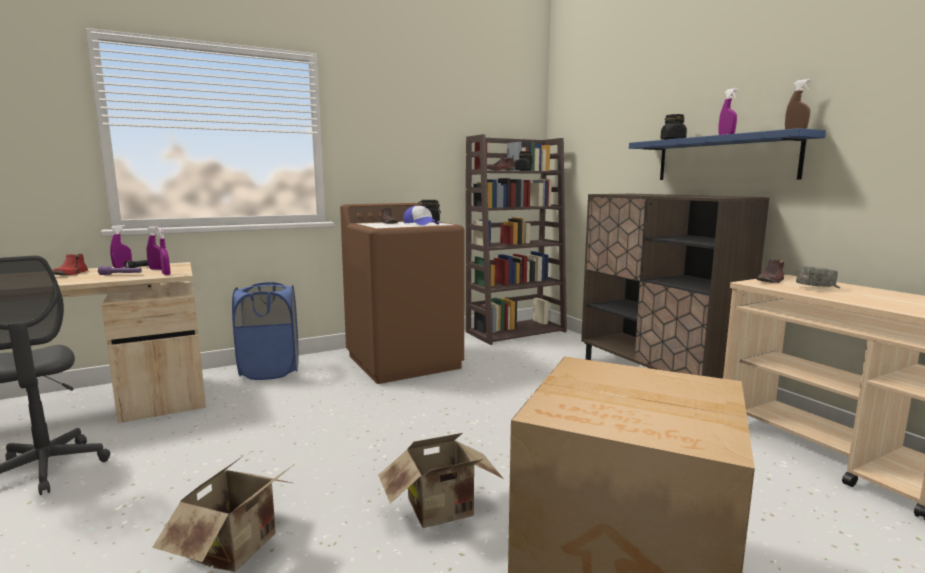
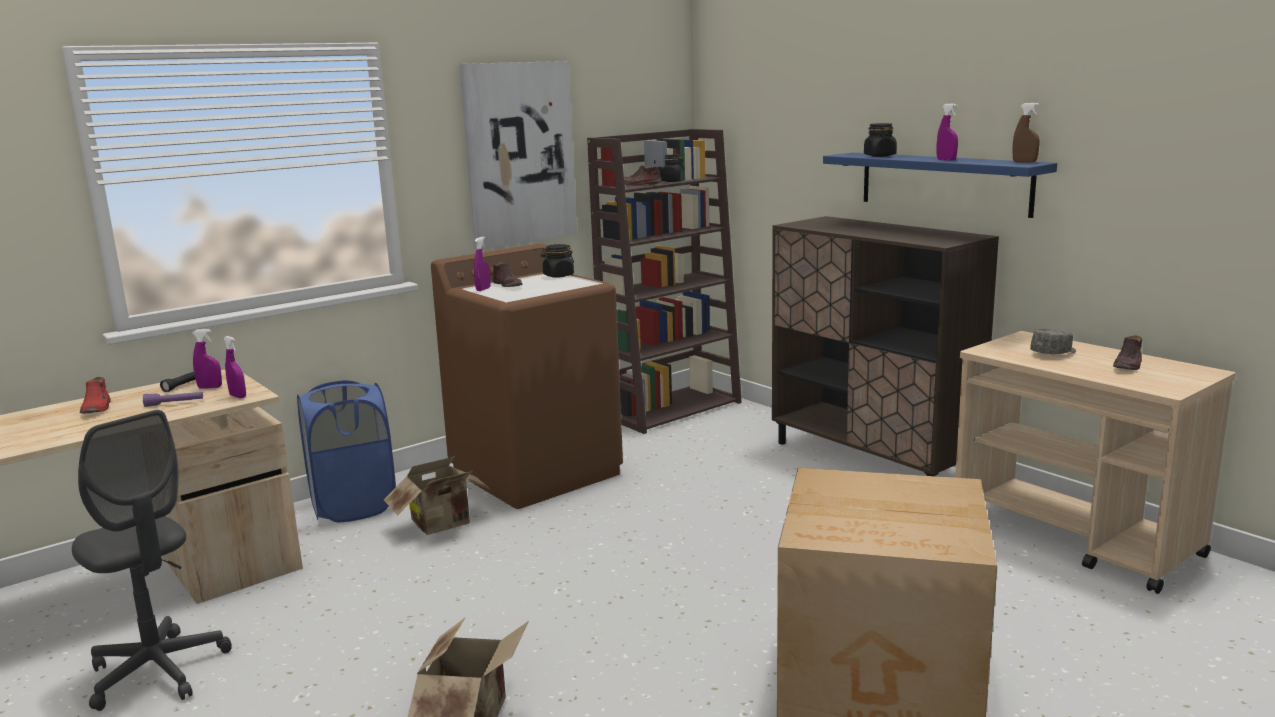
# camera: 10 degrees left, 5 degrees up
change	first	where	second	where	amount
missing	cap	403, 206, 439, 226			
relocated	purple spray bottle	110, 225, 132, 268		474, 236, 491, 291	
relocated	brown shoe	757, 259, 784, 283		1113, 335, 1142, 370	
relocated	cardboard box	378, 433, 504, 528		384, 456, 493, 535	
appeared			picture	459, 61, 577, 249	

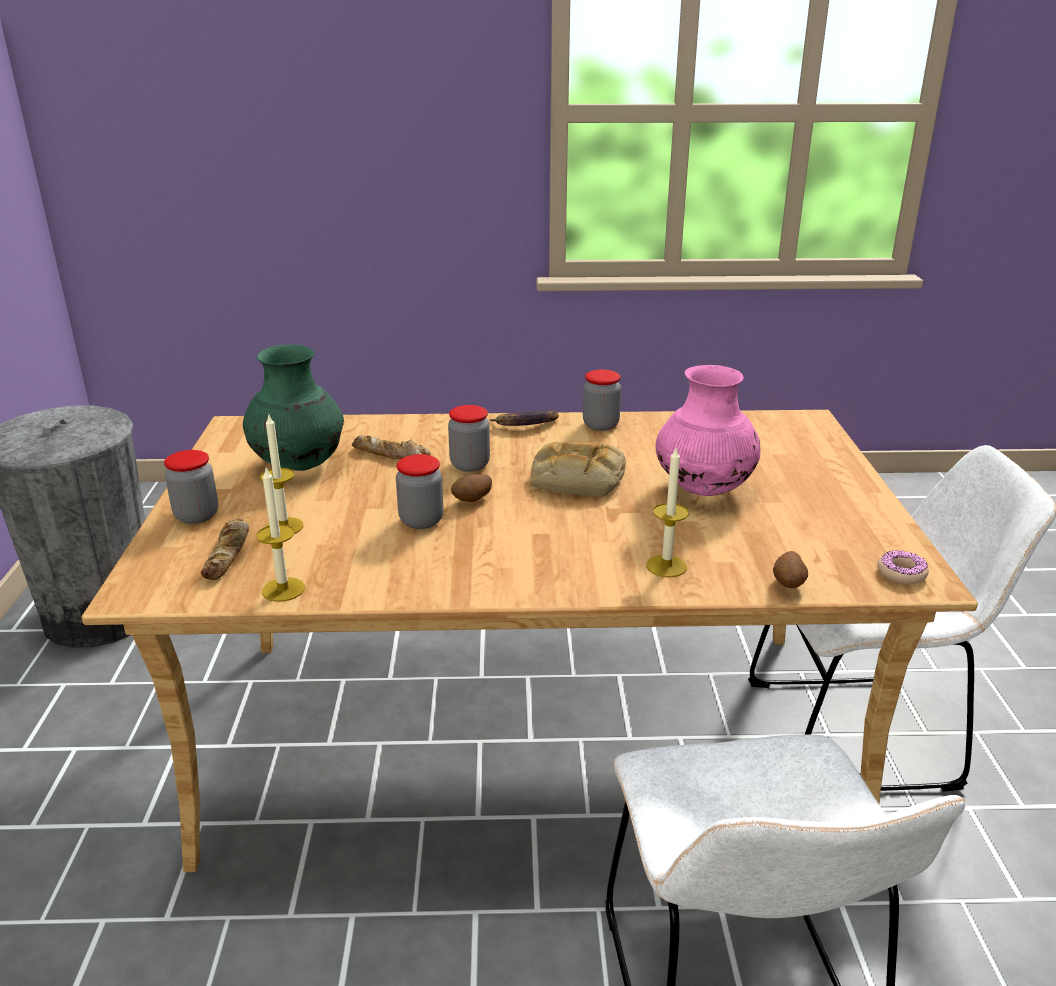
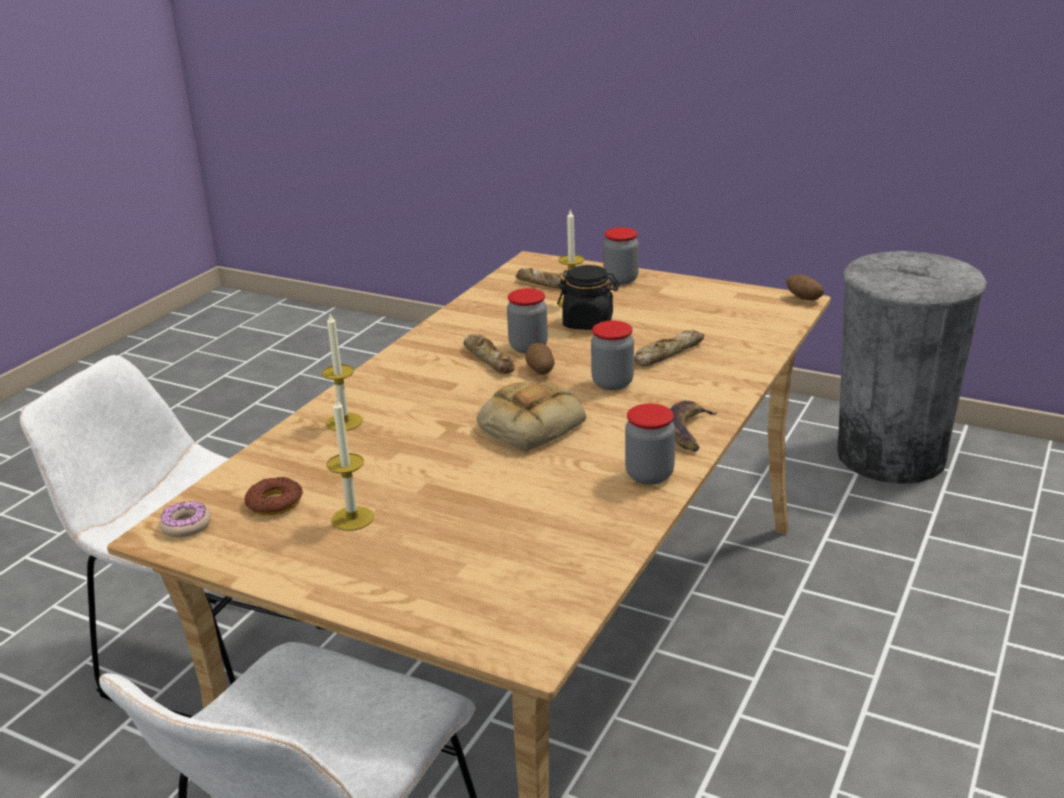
# camera: 120 degrees right, 0 degrees up
change	first	where	second	where	amount
missing	green vase	243, 344, 344, 471			
missing	pink vase	656, 365, 761, 496			
relocated	candle	256, 468, 305, 602		326, 396, 374, 531	
relocated	potato	773, 551, 808, 588		786, 275, 824, 300	
appeared			black jar	557, 265, 619, 330	
appeared			bread	464, 334, 515, 374	
appeared			donut	244, 477, 303, 515	

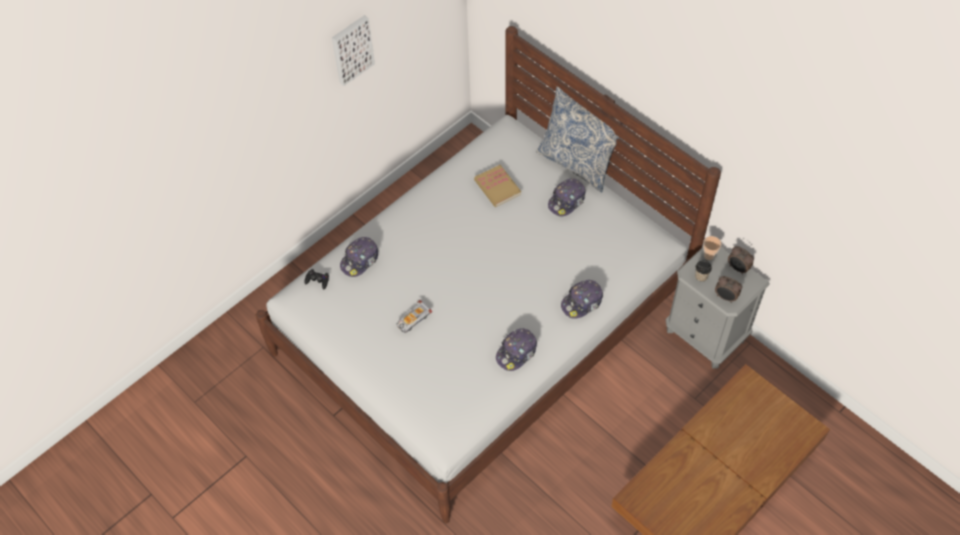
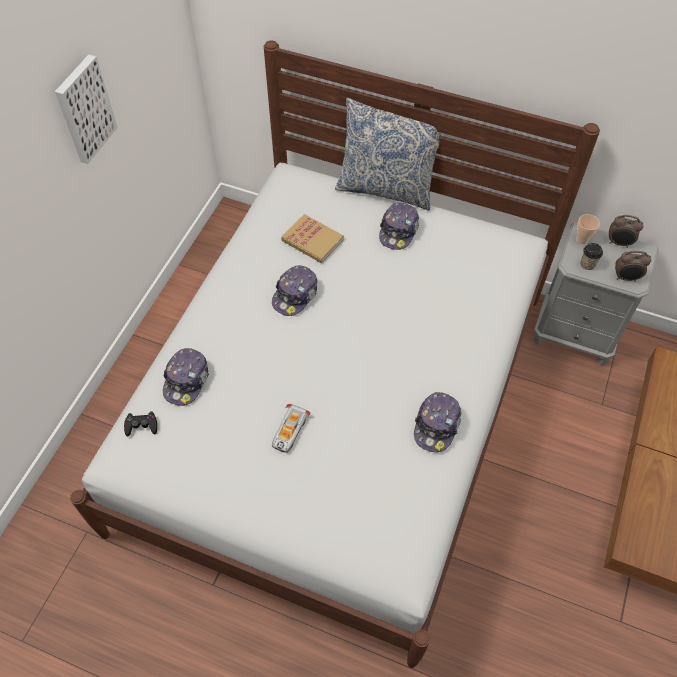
# camera: 25 degrees left, 0 degrees up
change	first	where	second	where	amount
relocated	cap	561, 280, 603, 319		272, 265, 317, 316	

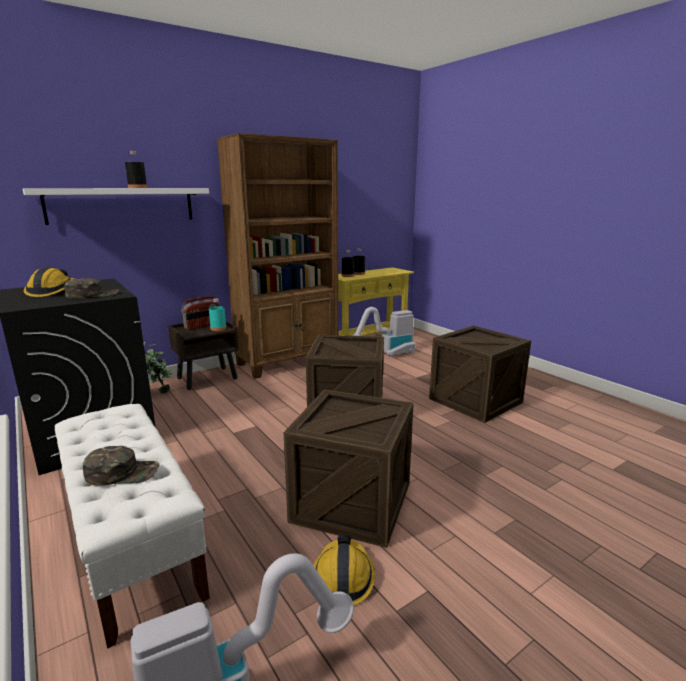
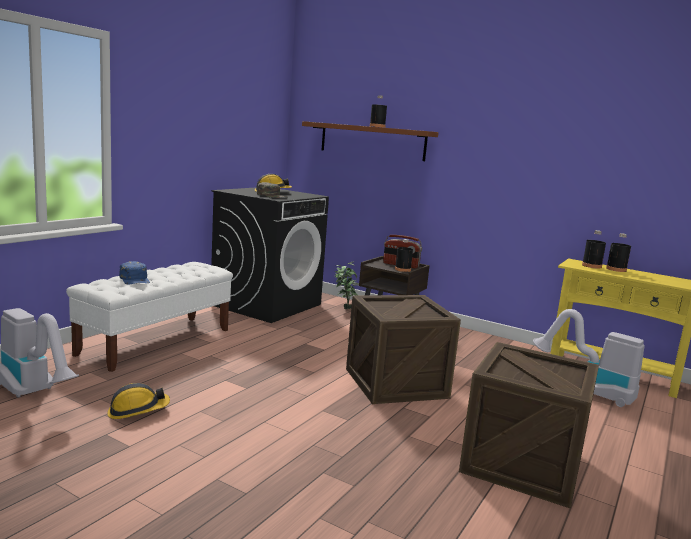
# camera: 65 degrees right, 5 degrees down
change	first	where	second	where	amount
missing	brown bookcase	217, 133, 338, 379			
colour	white shelf	23, 188, 209, 225	brown shelf	302, 121, 439, 161	
colour	turquoise bottle	209, 298, 226, 331	black bottle	395, 239, 413, 272	
missing	crate	284, 389, 414, 548			
colour	green cap	83, 446, 159, 486	blue cap	119, 261, 150, 284	

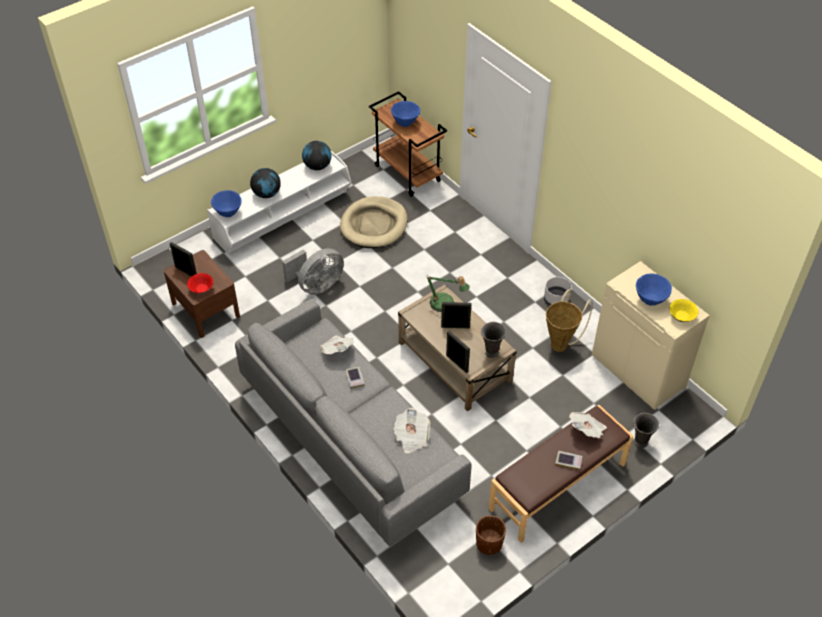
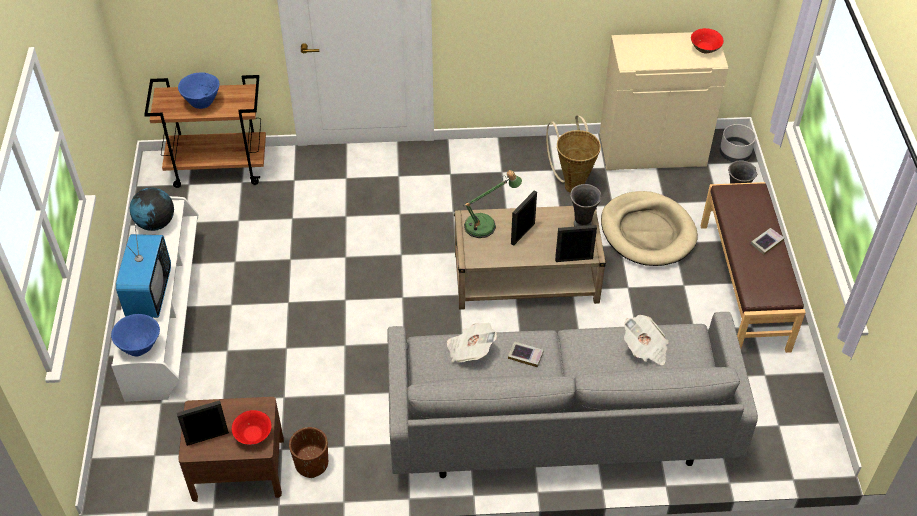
# camera: 55 degrees left, 0 degrees up
change	first	where	second	where	amount
exchanged	globe	250, 168, 281, 198	television	116, 226, 171, 318	
relocated	beige dog bed	340, 196, 407, 248		601, 191, 698, 266	
missing	grey fan	282, 248, 344, 295			
missing	blue bowl	636, 273, 672, 306			
relocated	grey planter	544, 277, 572, 306		720, 124, 756, 162	
colour	yellow bowl	669, 299, 699, 322	red bowl	691, 28, 724, 53	
missing	newspaper	569, 412, 607, 438			
relocated	brown planter	476, 515, 506, 555		289, 427, 328, 478	

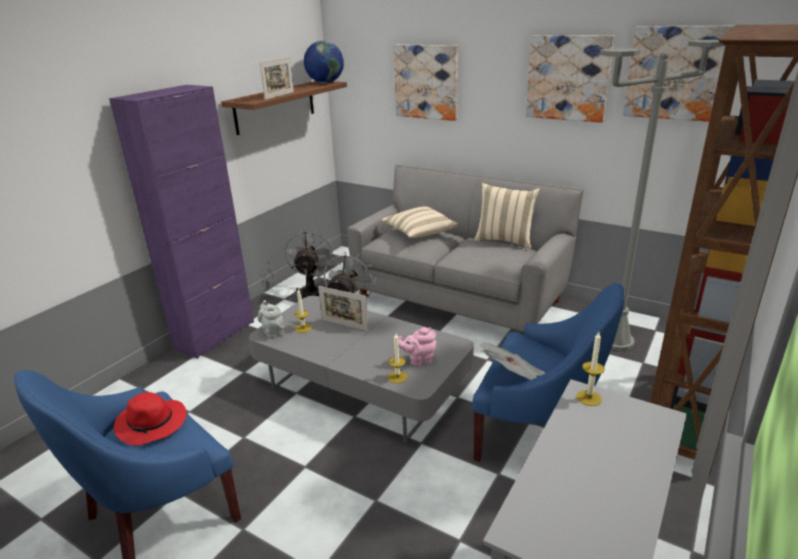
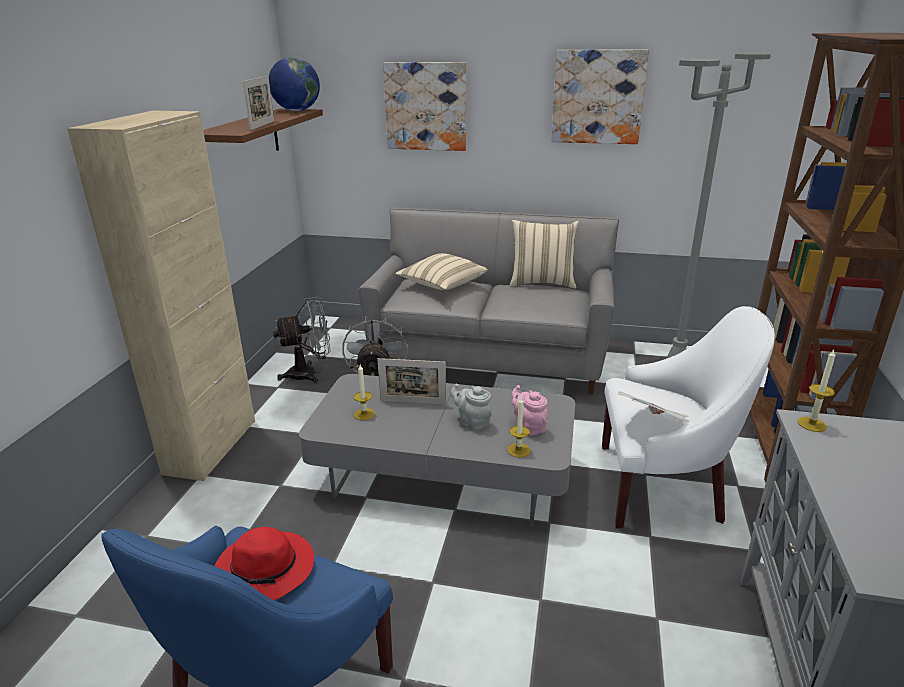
# camera: 20 degrees left, 0 degrees up
change	first	where	second	where	amount
missing	picture	623, 26, 734, 122			
colour	purple cabinet	109, 85, 254, 359	beige cabinet	67, 111, 255, 481	
spun	grey fan	285, 230, 333, 298		273, 297, 331, 383	90 degrees clockwise
colour	blue armchair	472, 283, 624, 462	white armchair	602, 306, 775, 528	
relocated	grey teapot	258, 300, 284, 338		451, 383, 492, 431	
spun	pink teapot	398, 327, 436, 366		512, 385, 548, 436	90 degrees clockwise

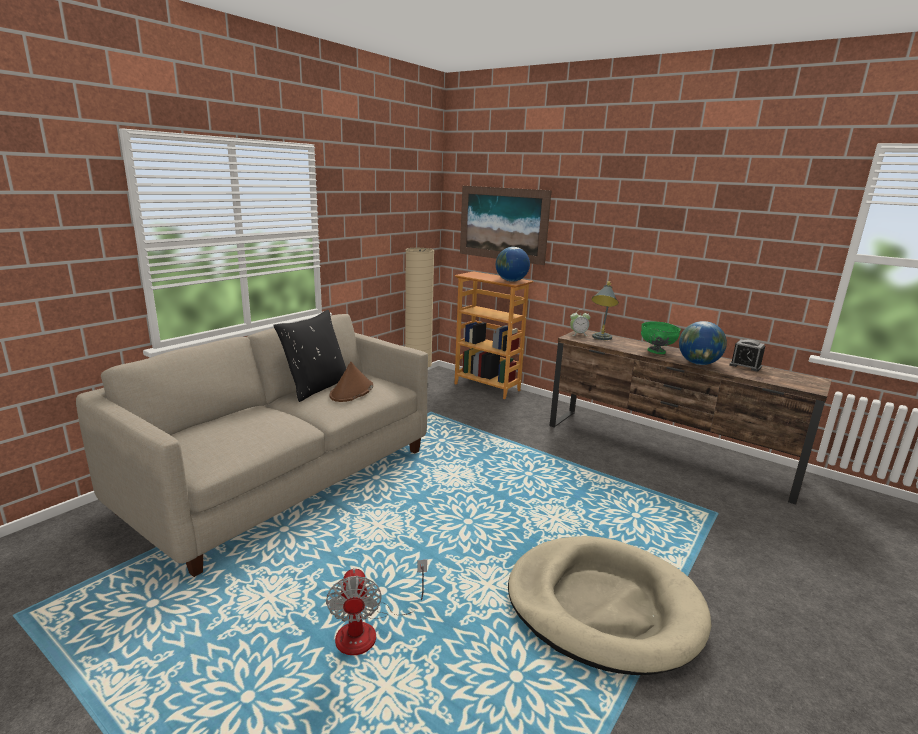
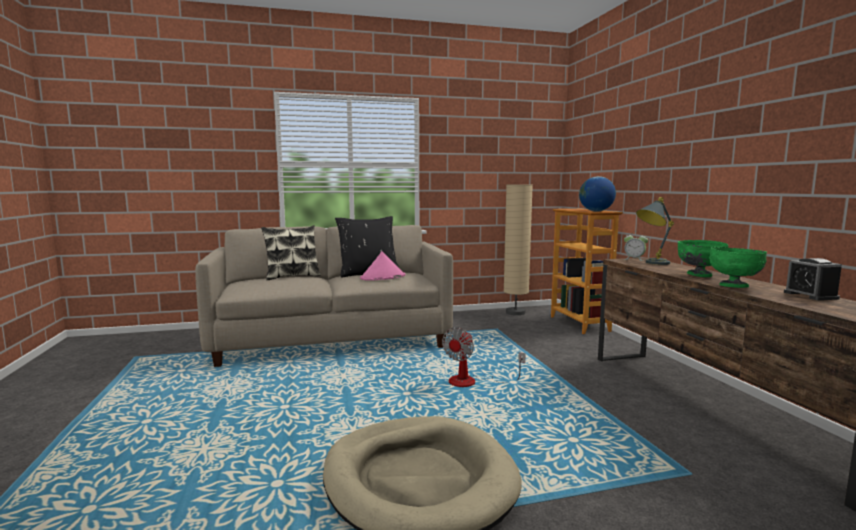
# camera: 40 degrees right, 10 degrees down
change	first	where	second	where	amount
missing	picture	460, 186, 552, 265			
exchanged	globe	679, 321, 727, 365	green bowl	709, 247, 767, 288	
colour	brown hat	329, 362, 373, 402	pink hat	360, 251, 405, 281	
relocated	fan	326, 560, 427, 655		442, 327, 525, 387	
appeared			pillow	261, 225, 321, 280	

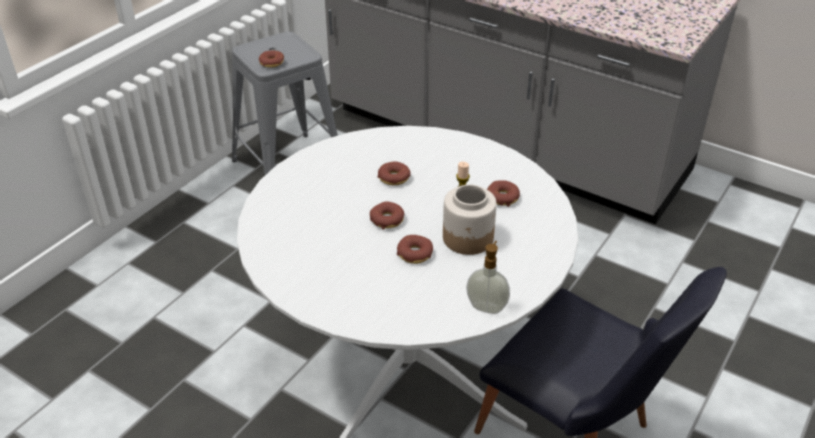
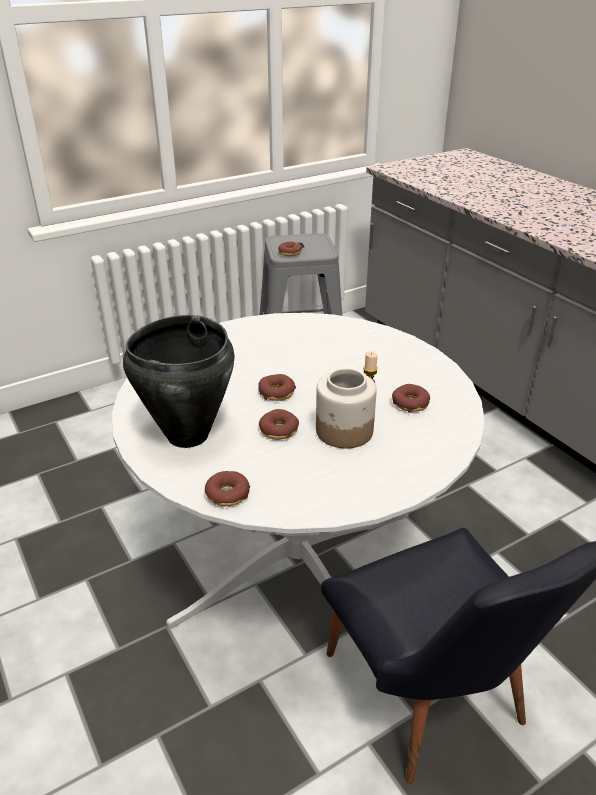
# camera: 25 degrees right, 5 degrees down
change	first	where	second	where	amount
relocated	donut	378, 161, 411, 185		205, 471, 250, 506	
missing	soap dispenser	466, 241, 510, 314			
appeared			black cooking pot	123, 315, 234, 448	

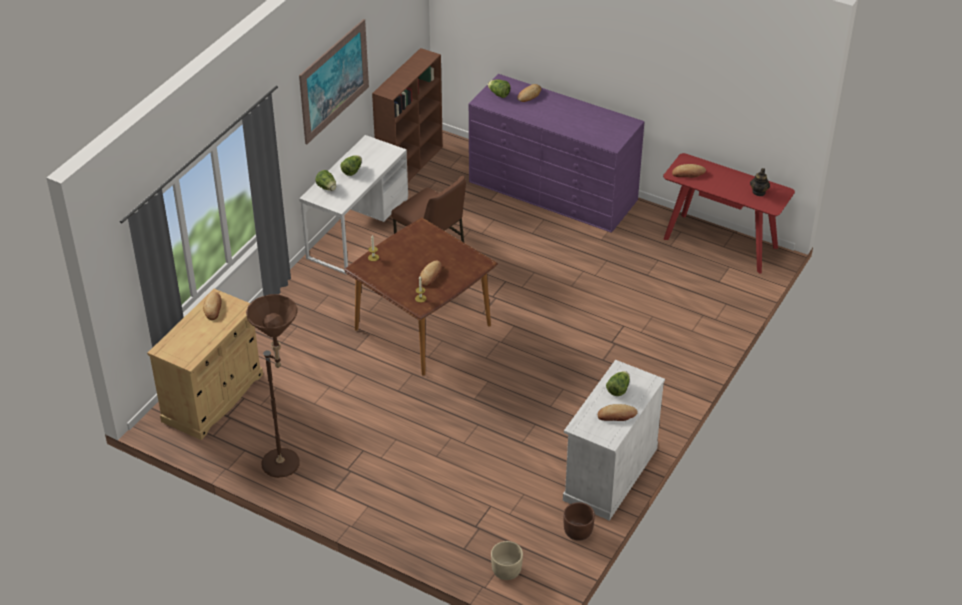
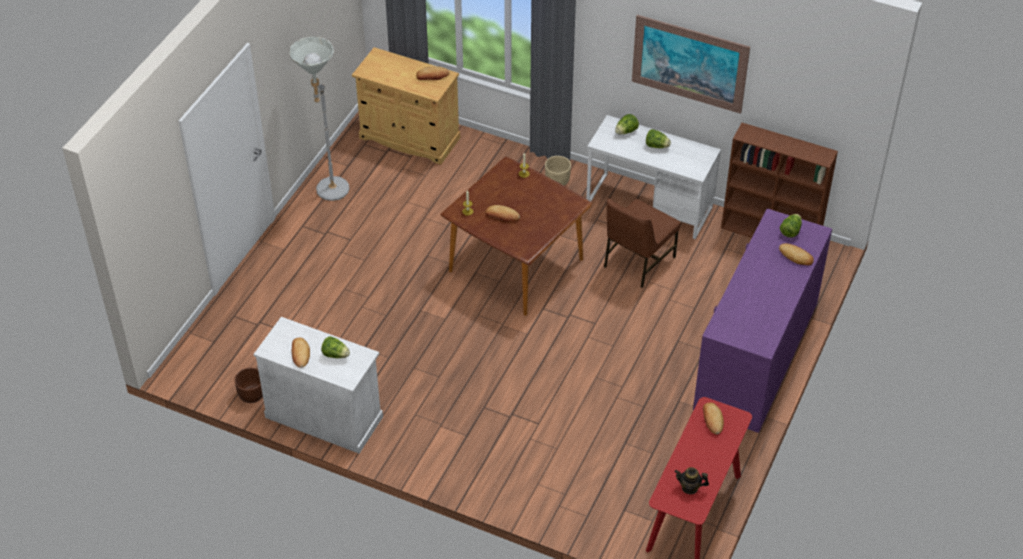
# camera: 85 degrees right, 5 degrees up
change	first	where	second	where	amount
colour	brown floor lamp	246, 294, 300, 478	grey floor lamp	289, 37, 349, 201	
relocated	beige planter	491, 541, 523, 580		545, 156, 571, 186	

